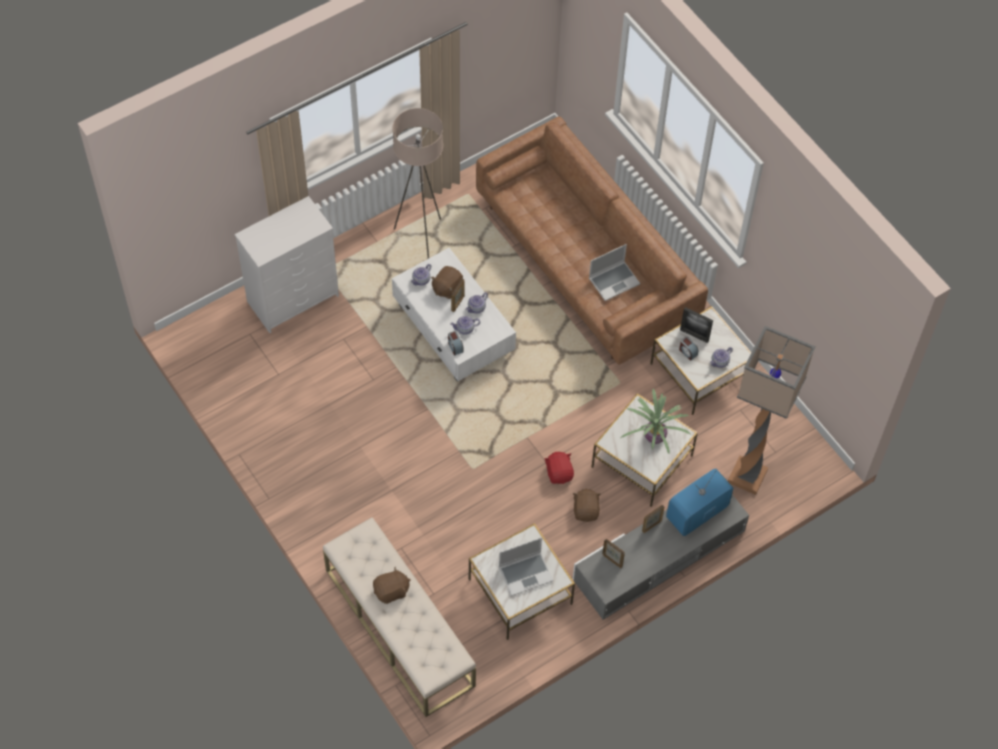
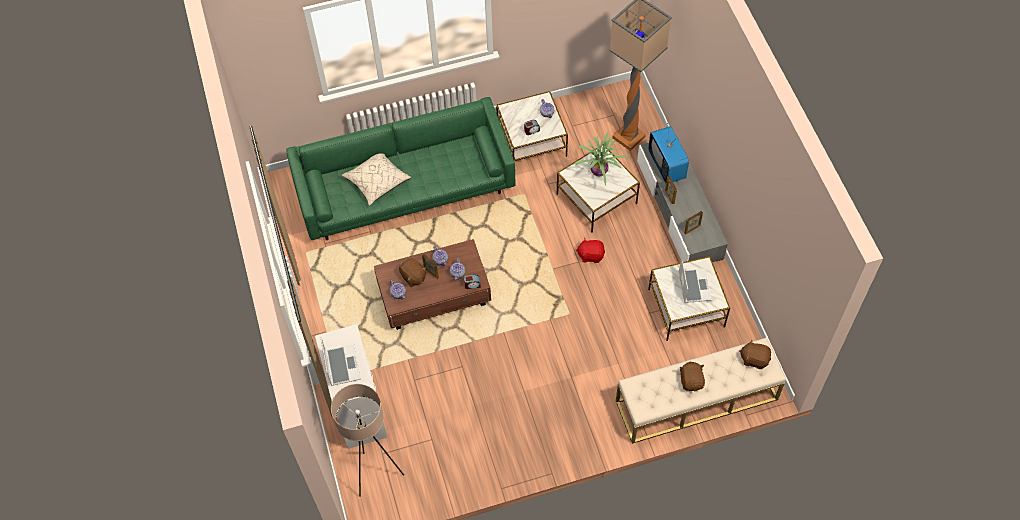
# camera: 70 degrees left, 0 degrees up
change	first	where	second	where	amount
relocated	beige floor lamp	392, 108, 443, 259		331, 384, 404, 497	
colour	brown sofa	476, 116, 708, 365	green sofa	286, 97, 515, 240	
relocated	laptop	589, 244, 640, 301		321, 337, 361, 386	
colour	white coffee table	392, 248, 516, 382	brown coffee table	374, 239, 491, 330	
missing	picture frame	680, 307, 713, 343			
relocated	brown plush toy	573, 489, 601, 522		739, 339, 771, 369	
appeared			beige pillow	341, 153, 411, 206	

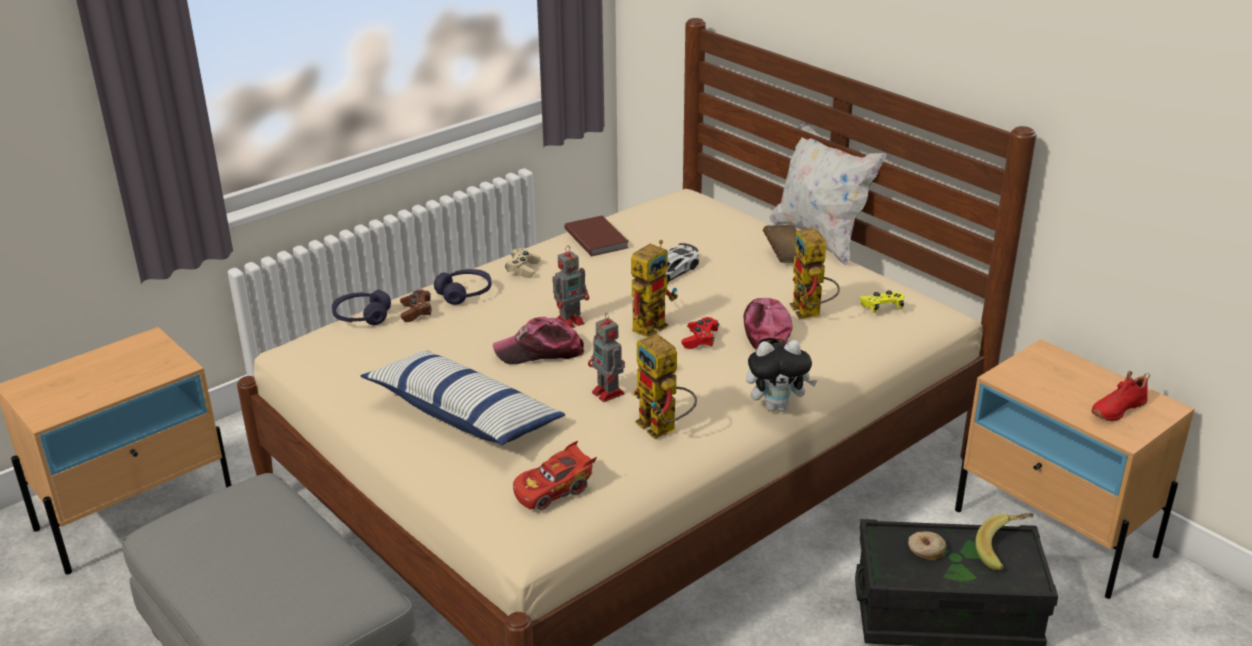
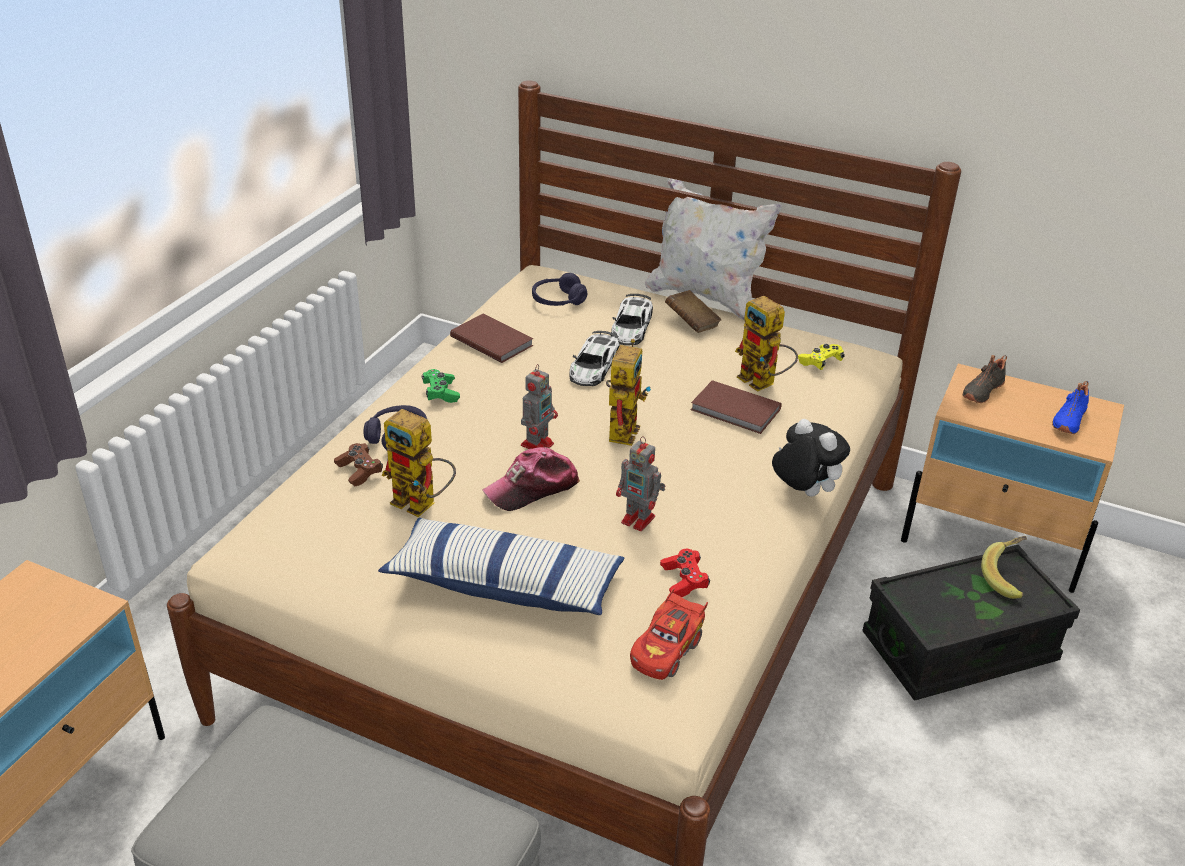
# camera: 25 degrees left, 5 degrees up
change	first	where	second	where	amount
colour	beige game controller	505, 248, 541, 278	green game controller	422, 369, 460, 403	
relocated	purple headphones	332, 290, 391, 325		532, 273, 587, 306	
exchanged	cap	744, 298, 793, 350	brown book	691, 380, 782, 434	
relocated	red game controller	681, 317, 719, 349		660, 549, 710, 597	
relocated	toy robot	633, 334, 697, 439		382, 409, 456, 517	
spun	plush toy	746, 340, 818, 412		772, 419, 850, 496	105 degrees counterclockwise
colour	red shoe	1092, 371, 1150, 422	blue shoe	1052, 381, 1089, 434	
missing	donut	908, 531, 947, 560			
appeared			toy car	611, 294, 653, 345	
appeared			black shoe	963, 355, 1007, 403	

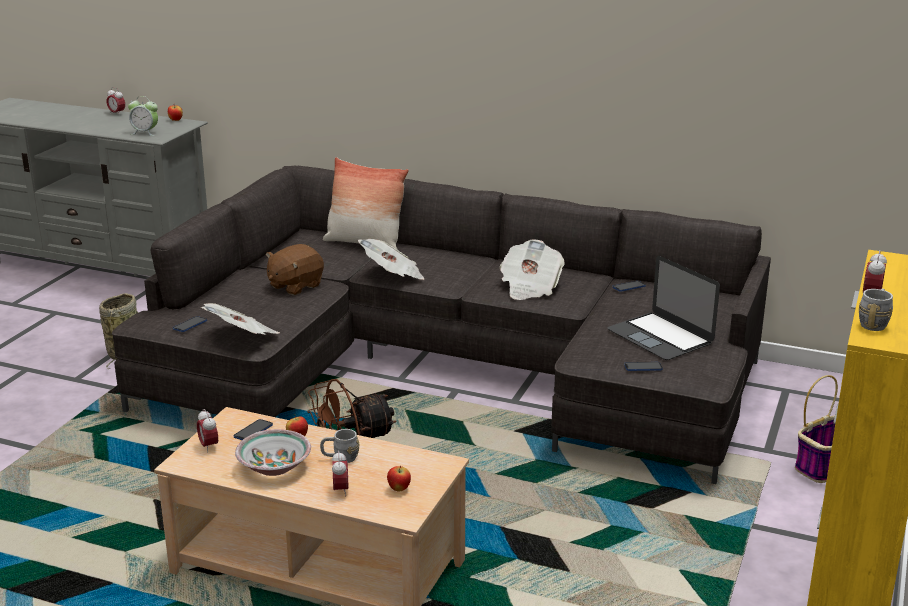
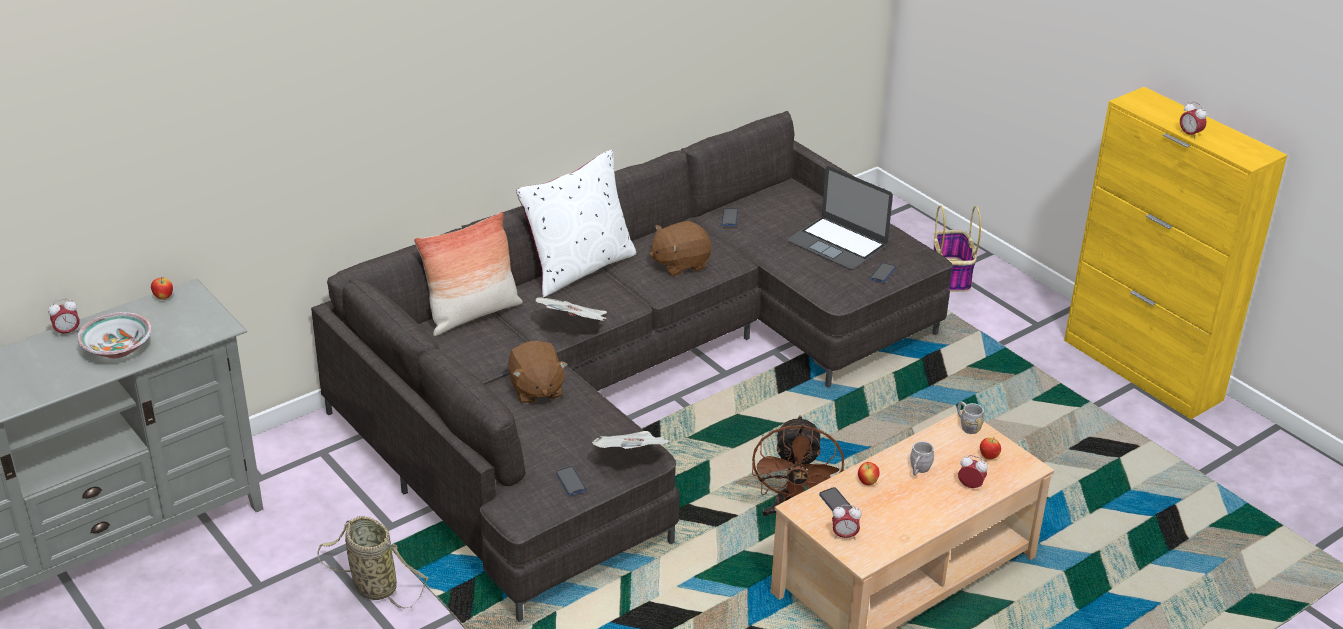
# camera: 60 degrees left, 10 degrees up
change	first	where	second	where	amount
missing	alarm clock	128, 96, 158, 136			
exchanged	newspaper	500, 239, 565, 300	brown plush toy	649, 221, 712, 276	
spun	laptop	607, 256, 720, 360		787, 166, 893, 270	45 degrees clockwise
relocated	grey mug	859, 289, 893, 331		957, 401, 984, 434	
relocated	bowl	235, 429, 311, 476		77, 312, 152, 358	
appeared			white pillow	516, 150, 637, 297	

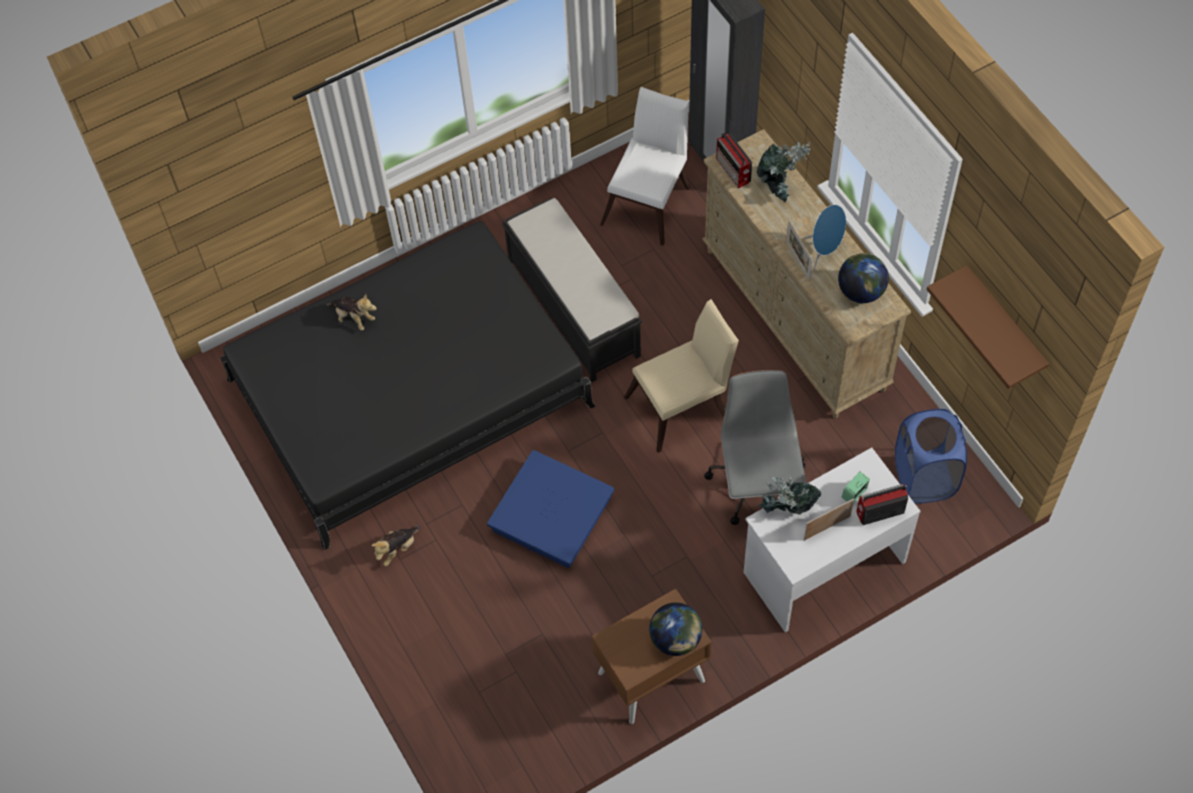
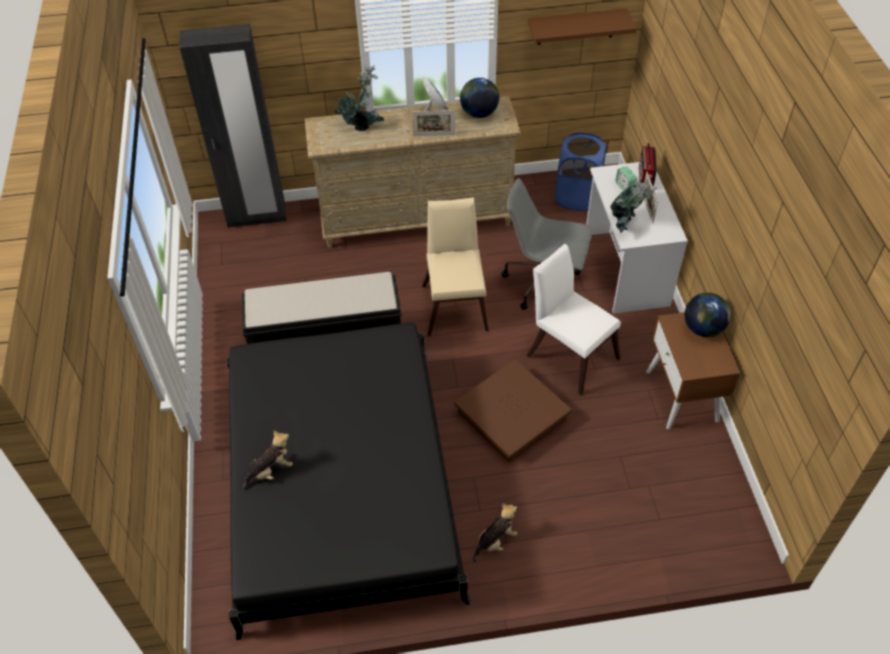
# camera: 70 degrees left, 10 degrees down
change	first	where	second	where	amount
relocated	white chair	600, 87, 691, 245		526, 244, 621, 395	
missing	radio	716, 132, 752, 188			
colour	blue storage box	487, 450, 614, 568	brown storage box	454, 359, 572, 462	
spun	plush toy	372, 525, 420, 566		473, 503, 517, 563	105 degrees counterclockwise

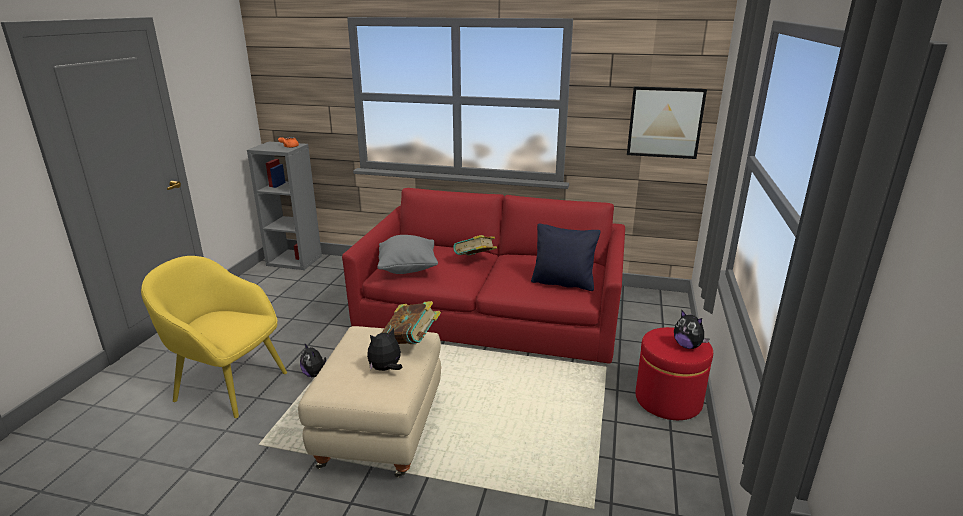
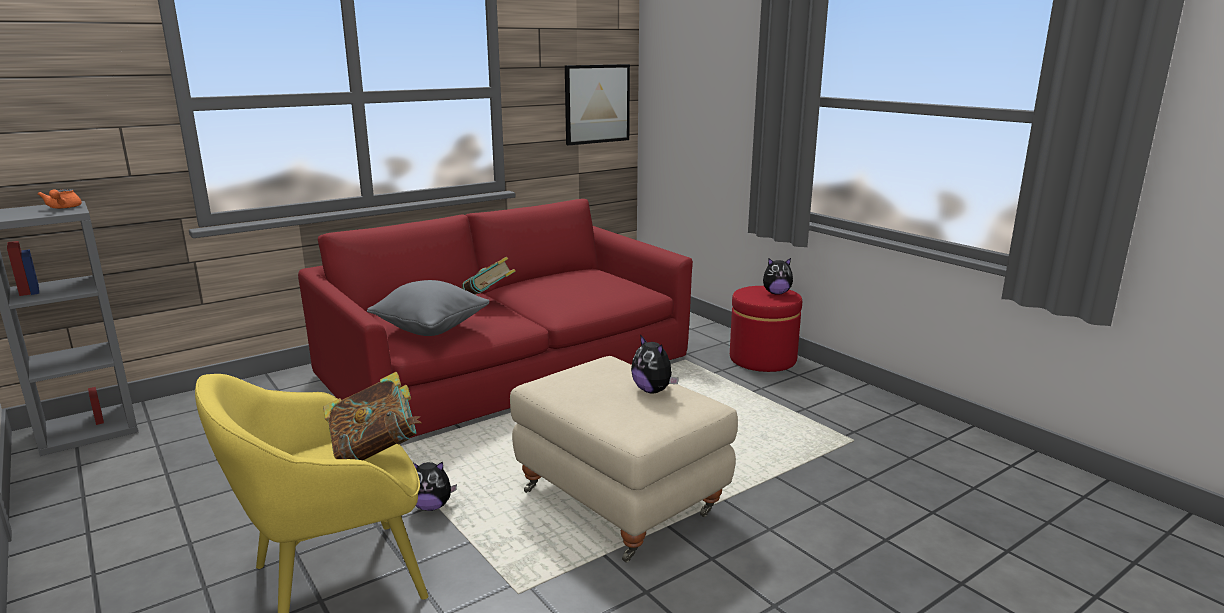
# camera: 50 degrees left, 5 degrees down
change	first	where	second	where	amount
missing	black pillow	531, 223, 600, 291			
relocated	book	382, 301, 441, 344		323, 372, 422, 460	
spun	plush toy	367, 328, 402, 371		631, 335, 679, 394	45 degrees counterclockwise

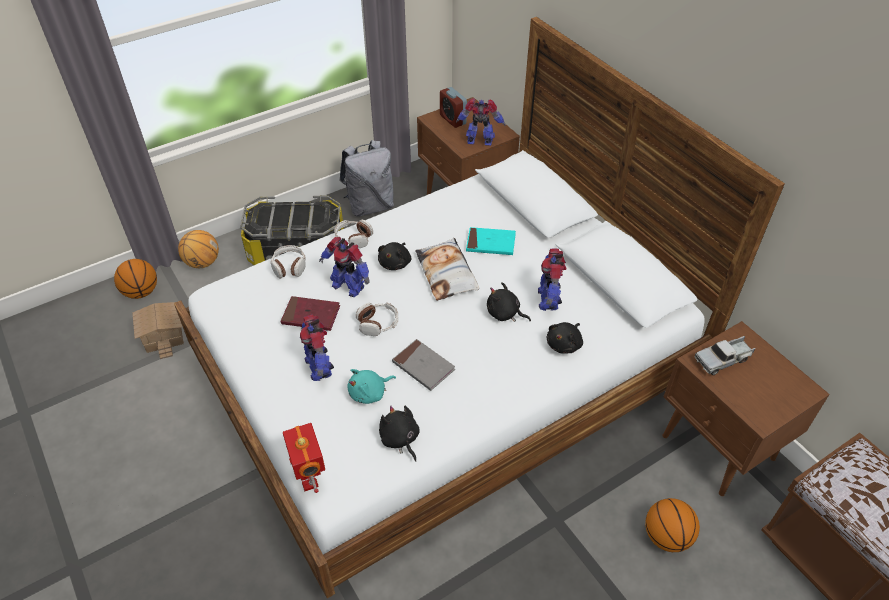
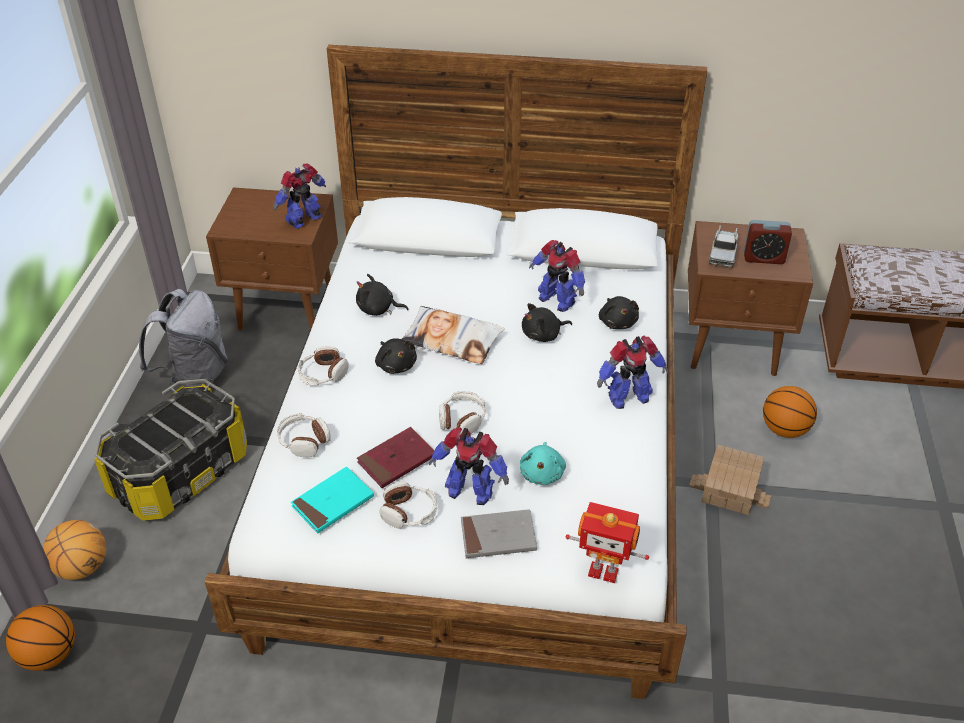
# camera: 50 degrees left, 5 degrees down
change	first	where	second	where	amount
relocated	alarm clock	440, 87, 467, 128		744, 220, 792, 264	
relocated	turquoise book	466, 227, 516, 255		291, 467, 374, 534	
relocated	toy robot	319, 237, 370, 297		597, 335, 668, 409	
relocated	toy house	132, 302, 184, 359		689, 445, 771, 515	
relocated	grey book	392, 339, 455, 391		461, 509, 537, 558	
relocated	black plush toy	379, 406, 420, 462		356, 274, 409, 316	
appeared			headphones	379, 482, 437, 528	

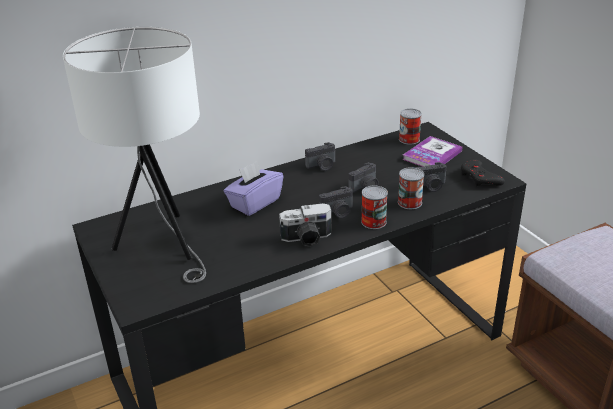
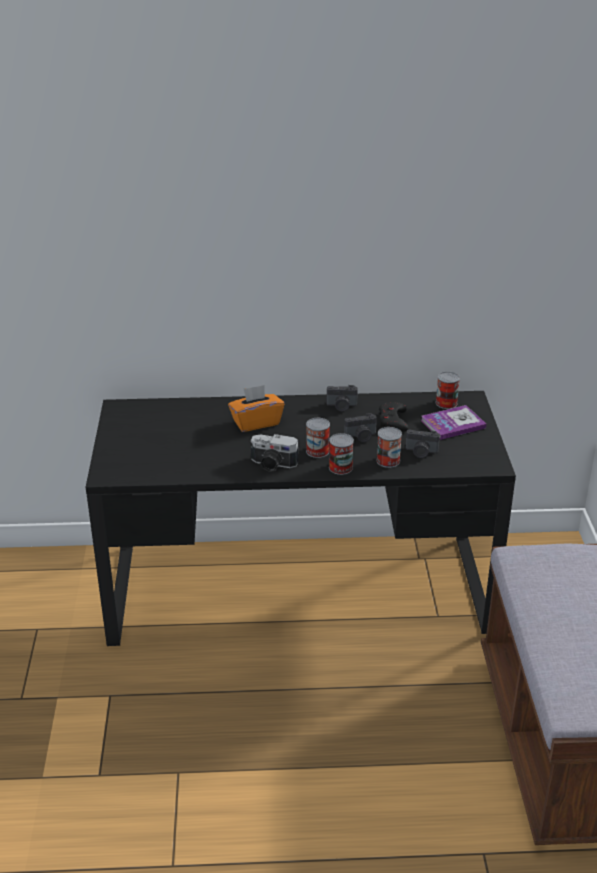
# camera: 25 degrees right, 0 degrees up
change	first	where	second	where	amount
missing	white table lamp	63, 27, 206, 283			
relocated	black game controller	461, 159, 505, 186		379, 402, 408, 432	
colour	purple tissue box	224, 161, 284, 216	orange tissue box	228, 385, 284, 432	
exchanged	photo camera	319, 186, 353, 218	can	306, 418, 330, 458	

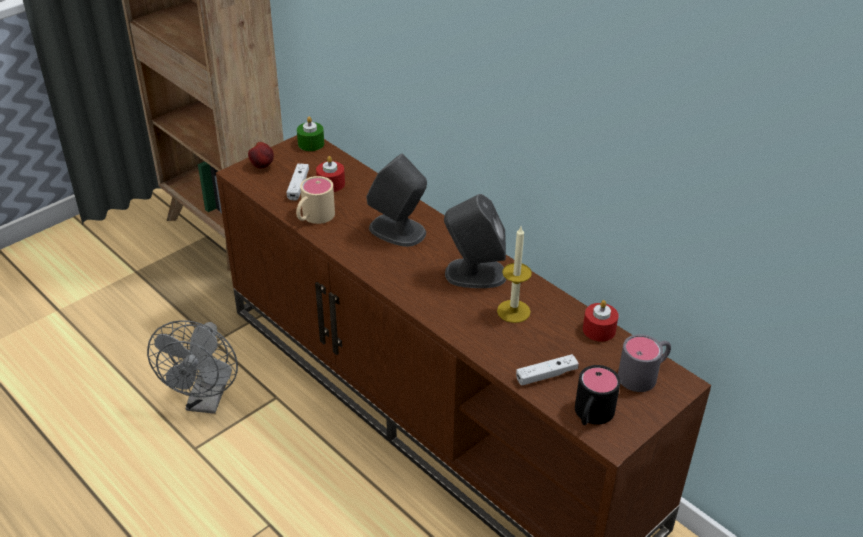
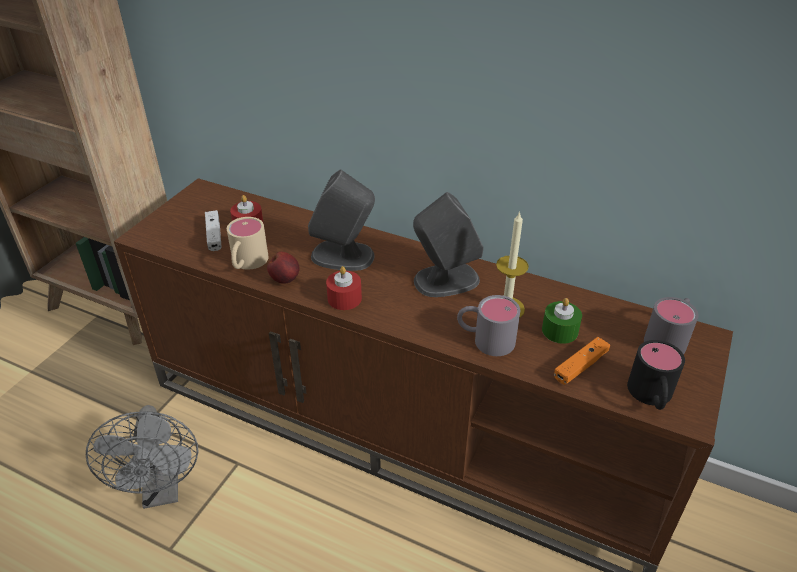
# camera: 20 degrees left, 0 degrees up
change	first	where	second	where	amount
relocated	green candle	297, 117, 324, 151		542, 298, 582, 344	
relocated	apple	248, 142, 274, 169		267, 252, 300, 284	
relocated	red candle	583, 300, 619, 342		326, 266, 362, 310	
colour	white game controller	516, 354, 579, 386	orange game controller	554, 337, 610, 385	
appeared			grey mug	457, 295, 520, 356	

